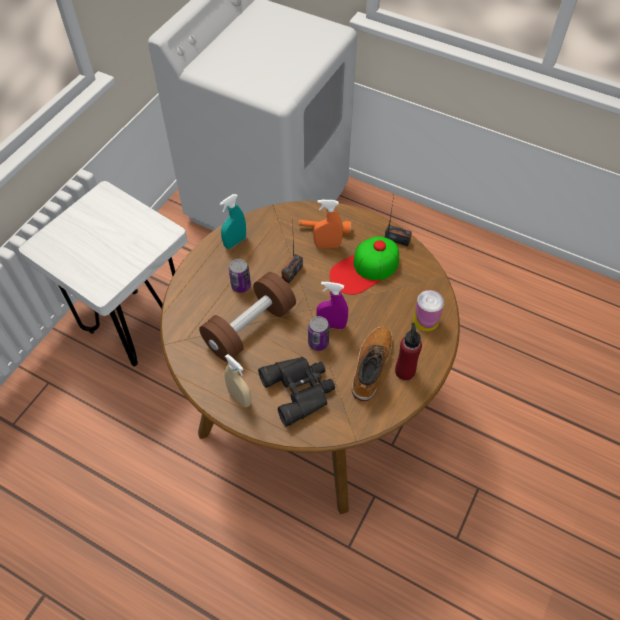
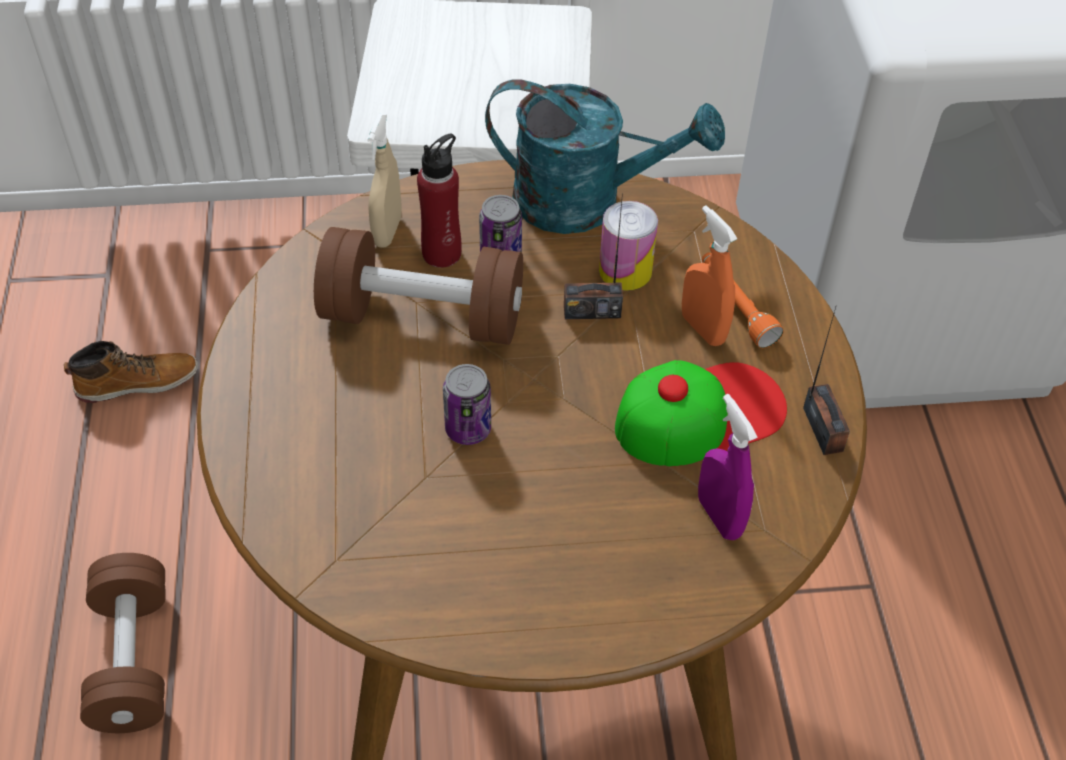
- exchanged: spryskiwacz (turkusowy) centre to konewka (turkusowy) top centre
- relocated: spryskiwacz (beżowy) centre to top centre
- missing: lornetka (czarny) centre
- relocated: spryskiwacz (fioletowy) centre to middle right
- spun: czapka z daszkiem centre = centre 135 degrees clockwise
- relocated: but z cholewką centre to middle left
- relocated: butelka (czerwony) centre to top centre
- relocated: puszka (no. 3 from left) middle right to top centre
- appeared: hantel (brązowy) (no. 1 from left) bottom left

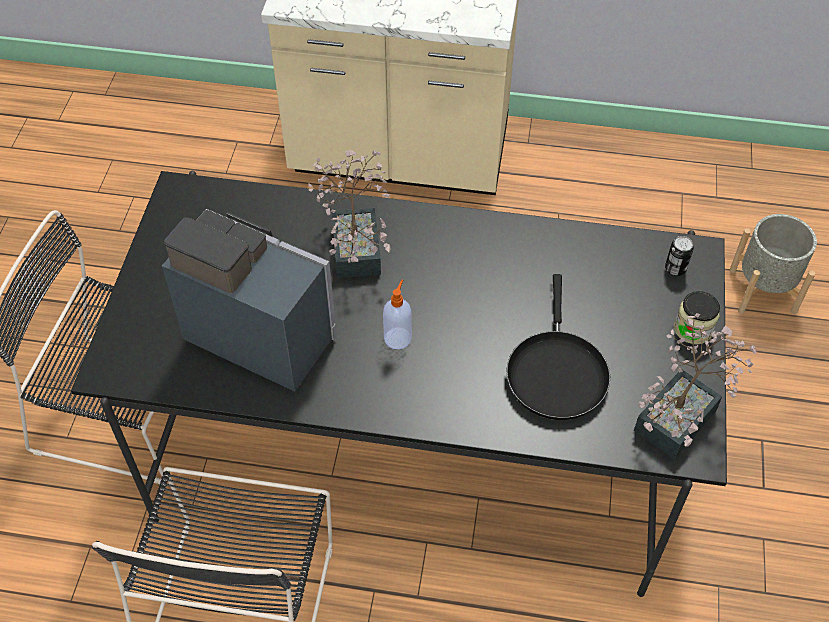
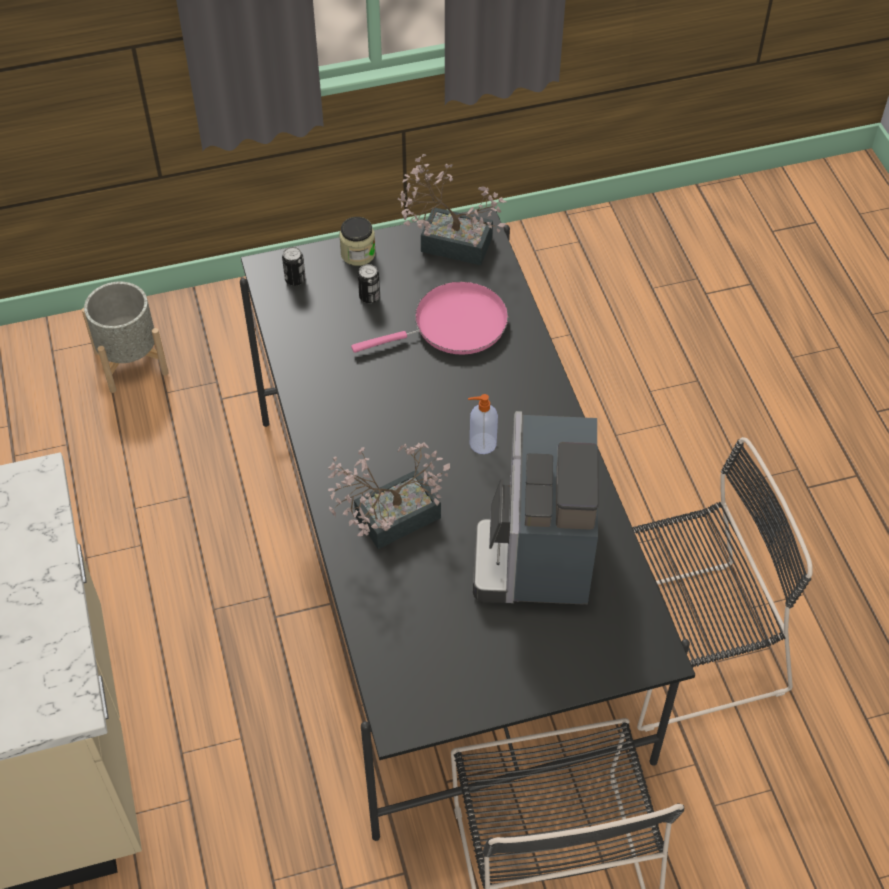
- colour: patelnia (czarny) middle right to patelnia (różowy) centre
- appeared: puszka (no. 2 from left) top centre

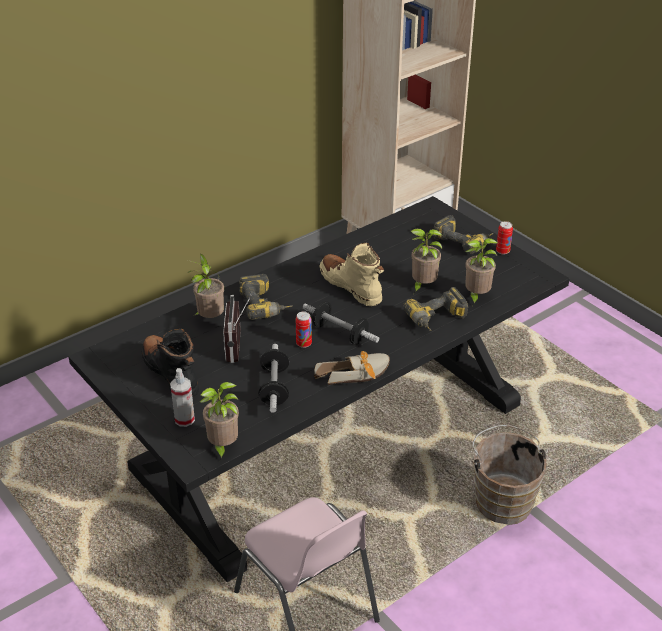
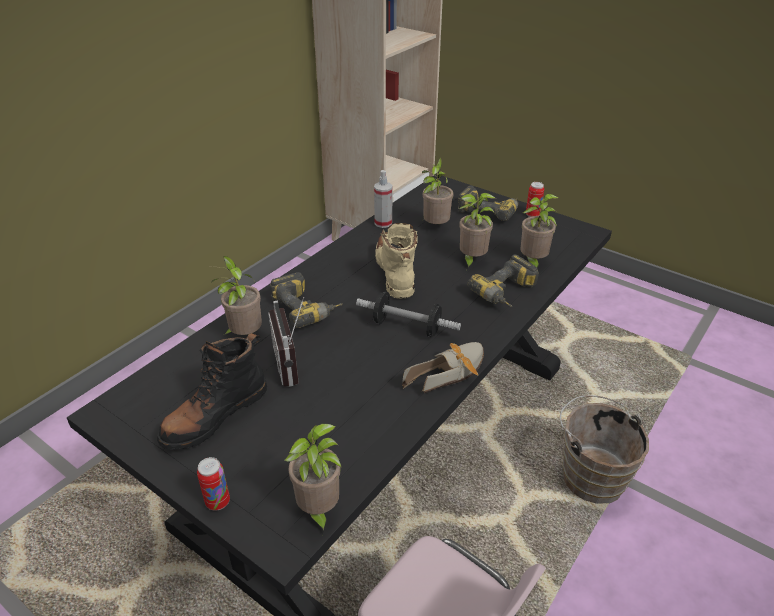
- spun: but z cholewką (czarny) middle left = middle left 90 degrees counterclockwise
- relocated: spryskiwacz middle left to top centre
- missing: hantel (no. 1 from left) centre
- relocated: puszka (no. 1 from left) centre to bottom left
- spun: but z cholewką (beżowy) centre = centre 45 degrees clockwise
- appeared: roślina doniczkowa (no. 3 from left) top centre

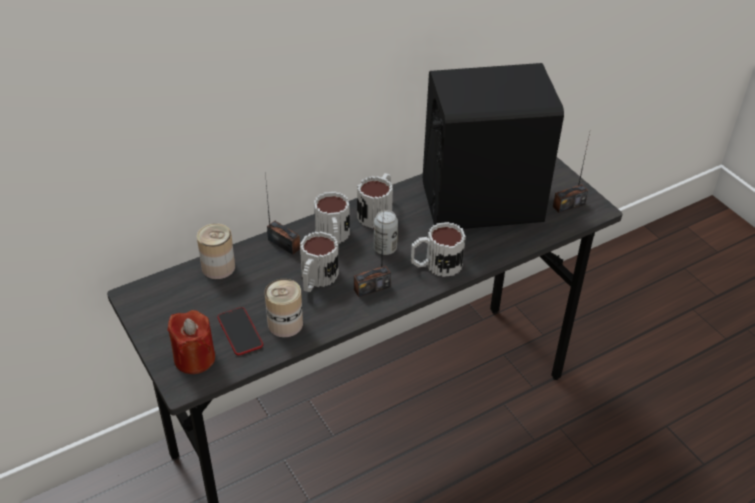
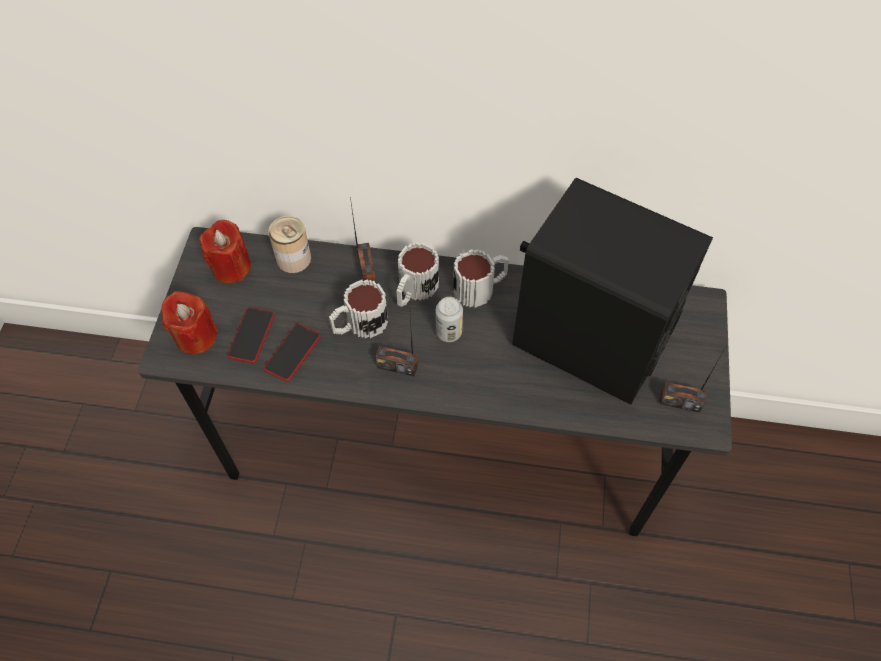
- exchanged: puszka (no. 2 from left) centre to telefon (no. 2 from left) middle left
- missing: kubek (no. 4 from left) centre
- appeared: świeca (czerwony) (no. 2 from left) middle left

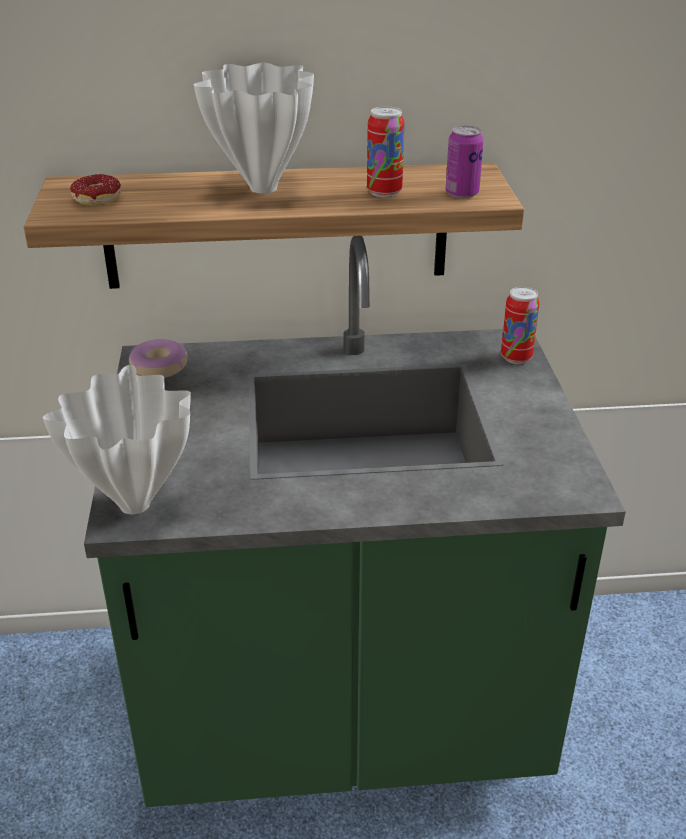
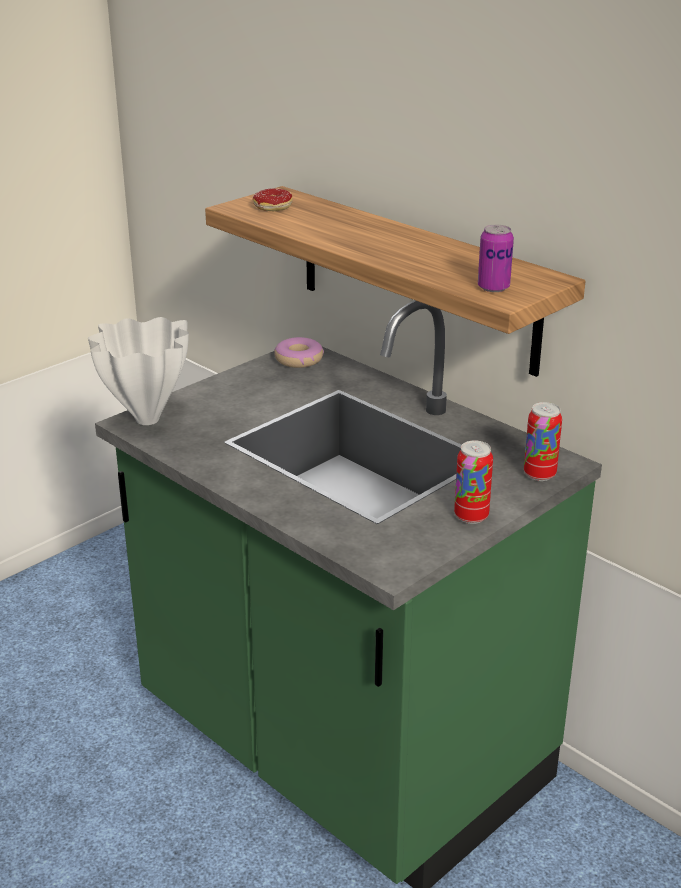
- missing: wazon (biały) (no. 2 from left) top centre
- relocated: puszka (no. 1 from left) top centre to middle right

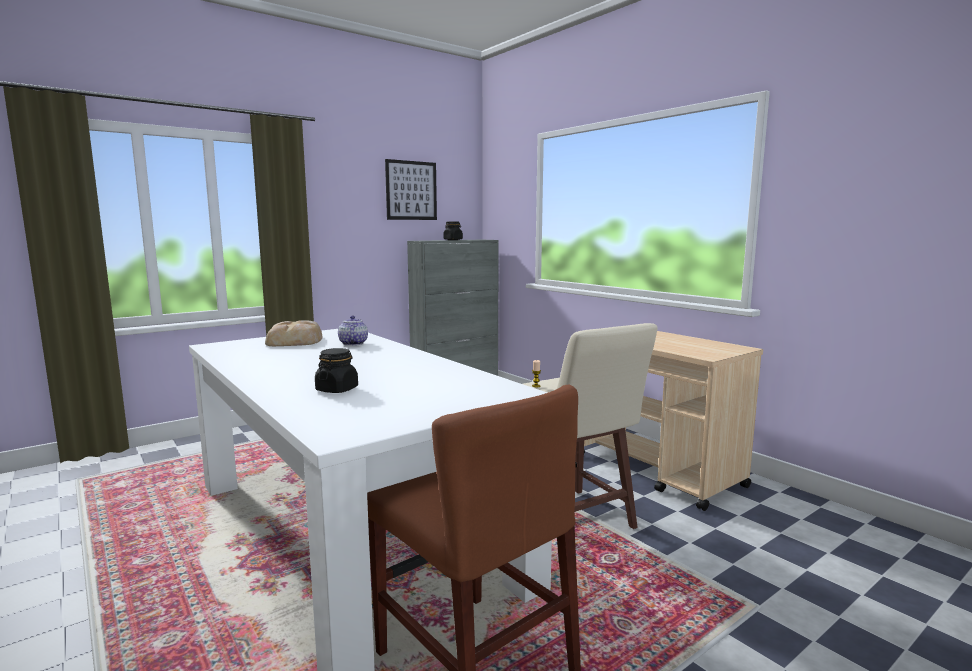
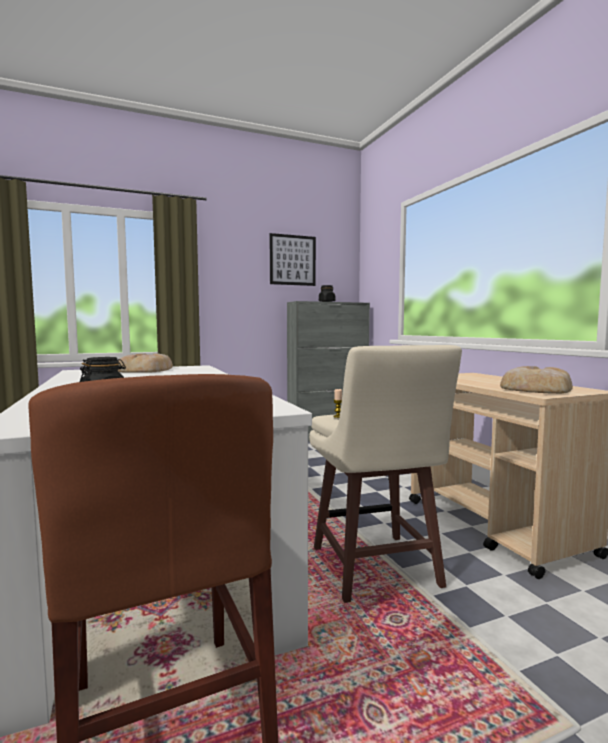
- missing: imbryk centre
- appeared: chleb (no. 2 from left) middle right

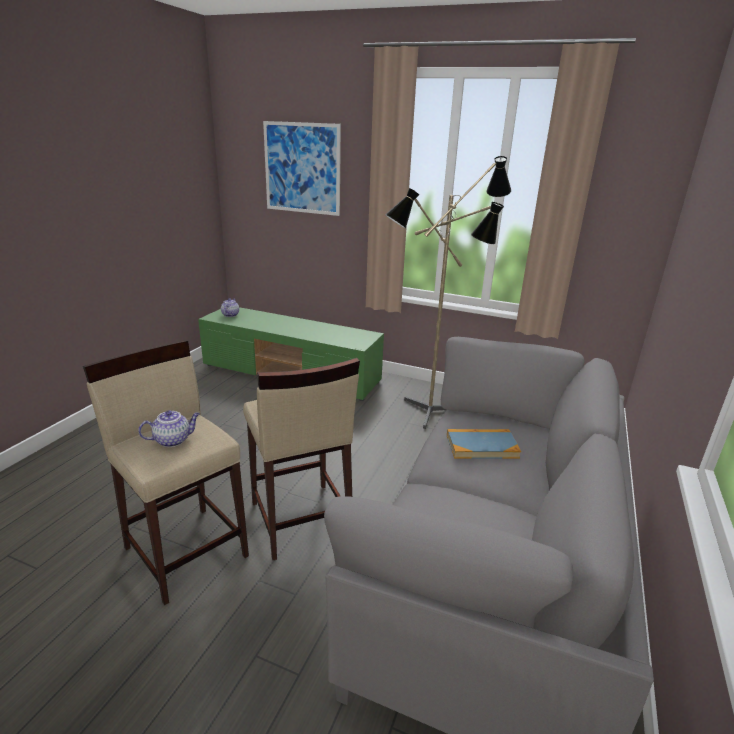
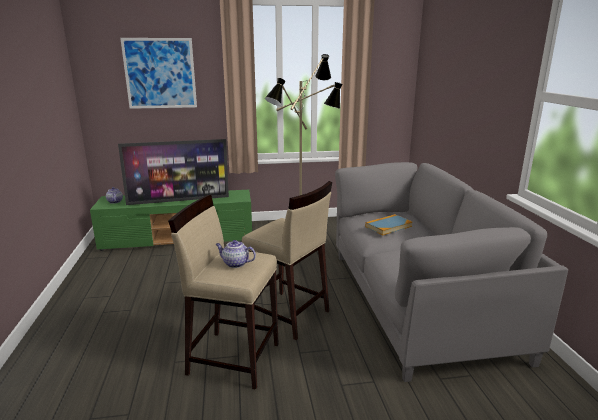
- spun: imbryk (no. 1 from left in the first image) middle left = centre 105 degrees counterclockwise
- appeared: telewizor middle left

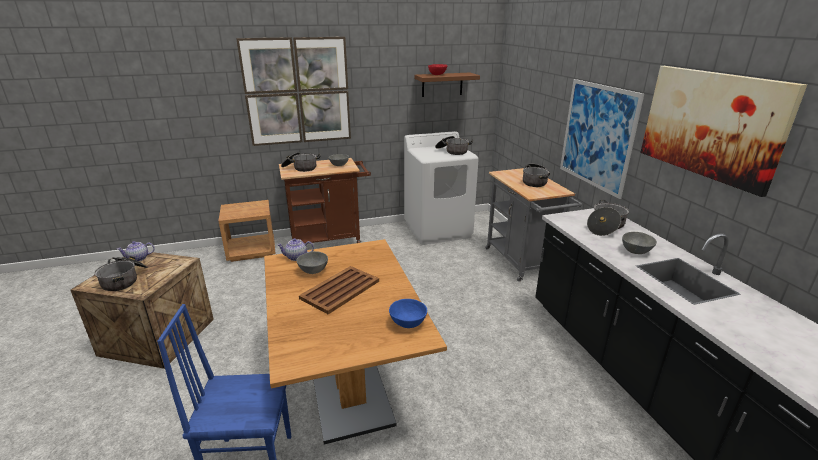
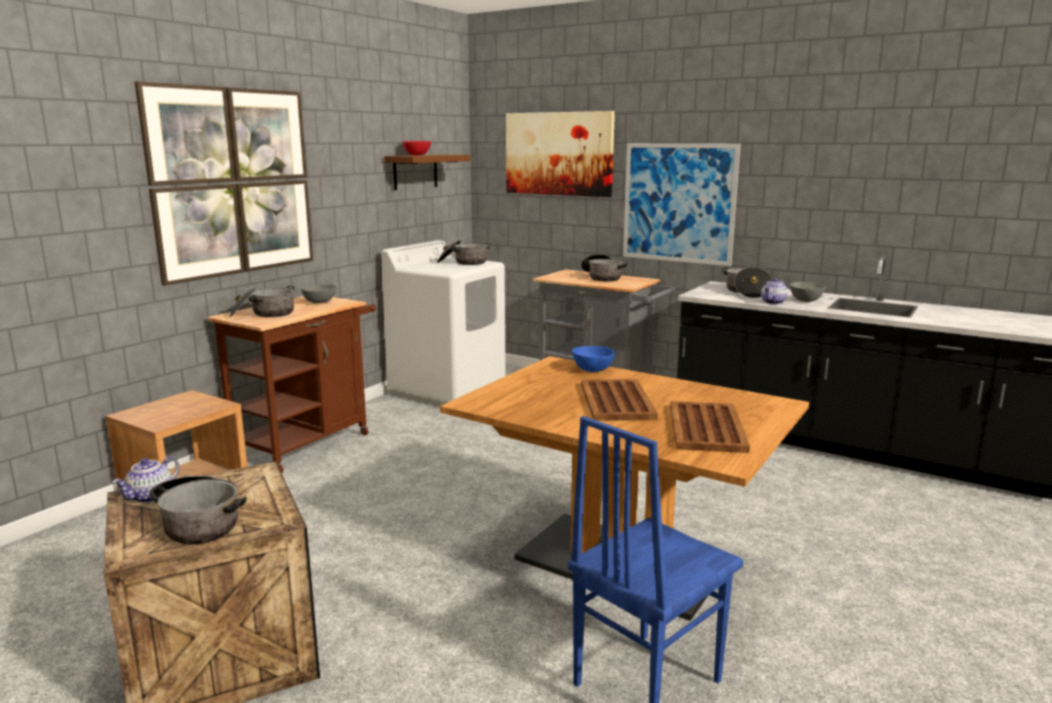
- relocated: imbryk (no. 2 from left) centre to middle right
- missing: miska (szary) (no. 1 from left) centre
- relocated: miska (niebieski) bottom centre to centre
- relocated: obraz (no. 3 from left in the first image) top right to obraz (no. 2 from left) top centre
- appeared: taca (brązowy) (no. 2 from left) middle right

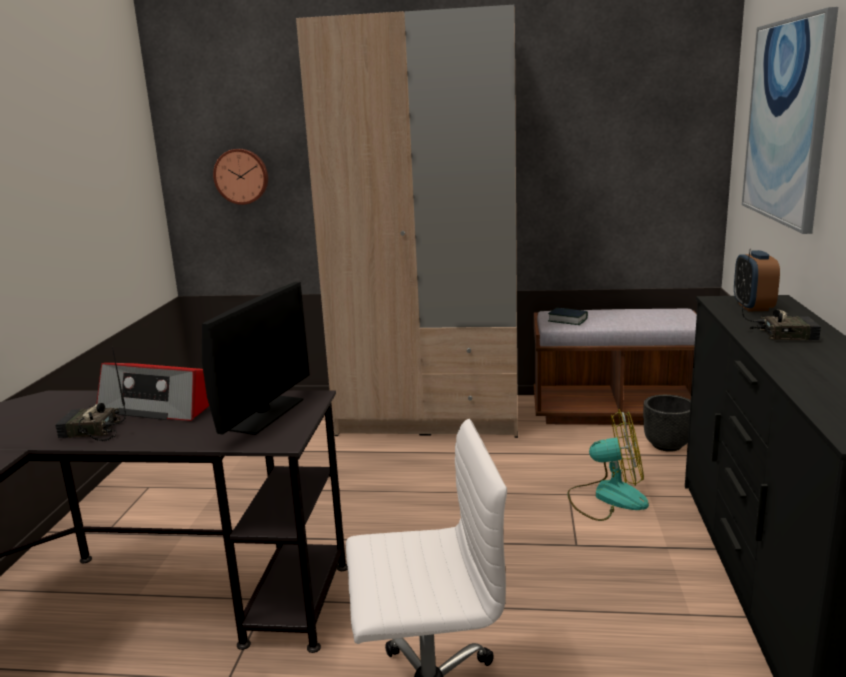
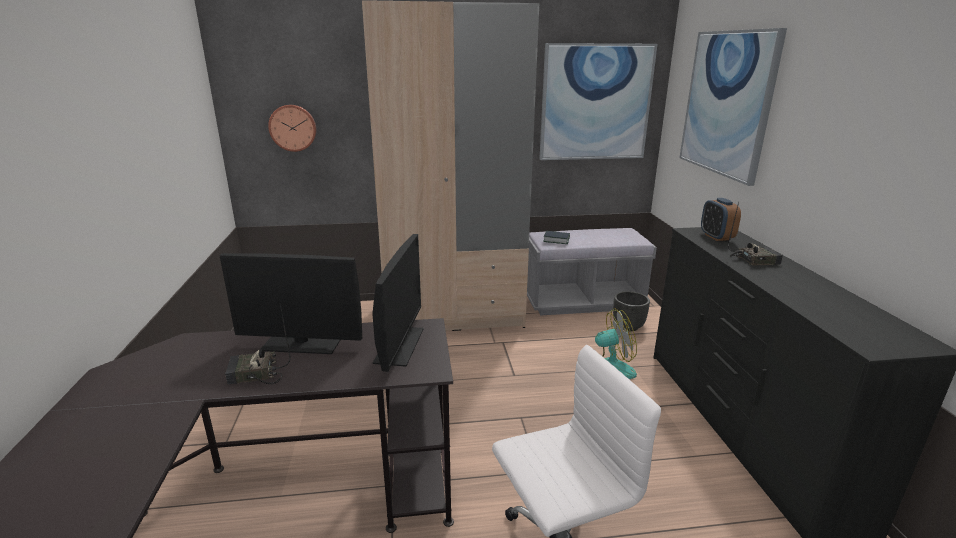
- exchanged: radio (no. 2 from left) middle left to monitor (no. 1 from left) middle left
- colour: ławka (brązowy) middle right to ławka (szary) centre
- appeared: obraz (no. 1 from left) top centre

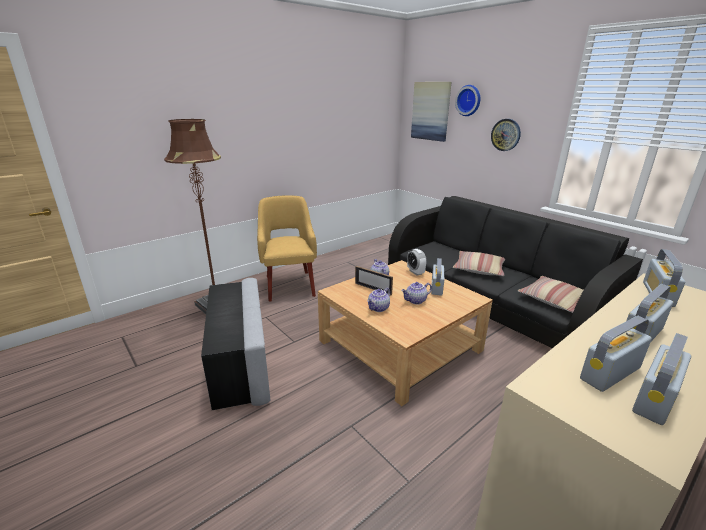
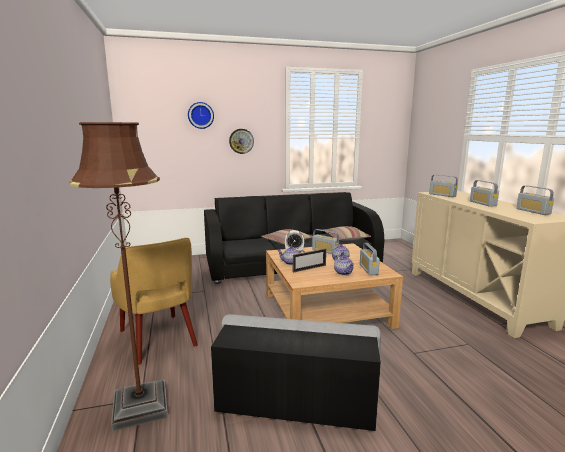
- spun: fotel (żółty) centre = middle left 135 degrees counterclockwise
- missing: obraz top centre
- relocated: radio (no. 2 from left) bottom right to centre

